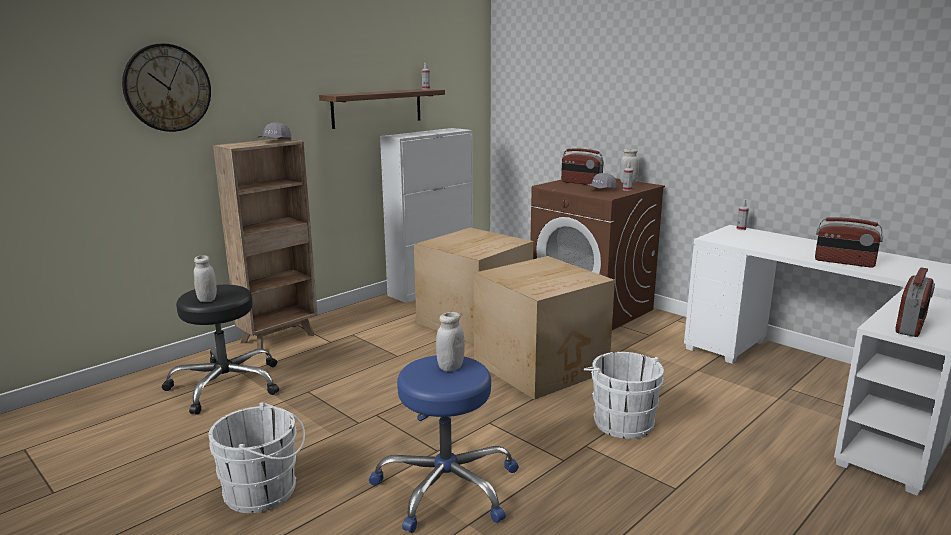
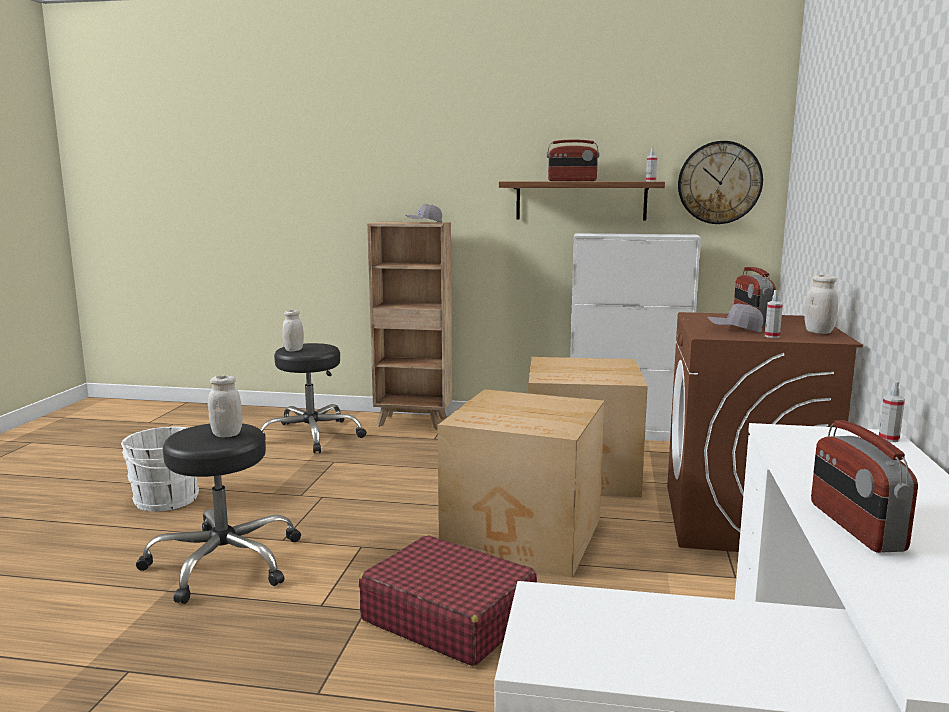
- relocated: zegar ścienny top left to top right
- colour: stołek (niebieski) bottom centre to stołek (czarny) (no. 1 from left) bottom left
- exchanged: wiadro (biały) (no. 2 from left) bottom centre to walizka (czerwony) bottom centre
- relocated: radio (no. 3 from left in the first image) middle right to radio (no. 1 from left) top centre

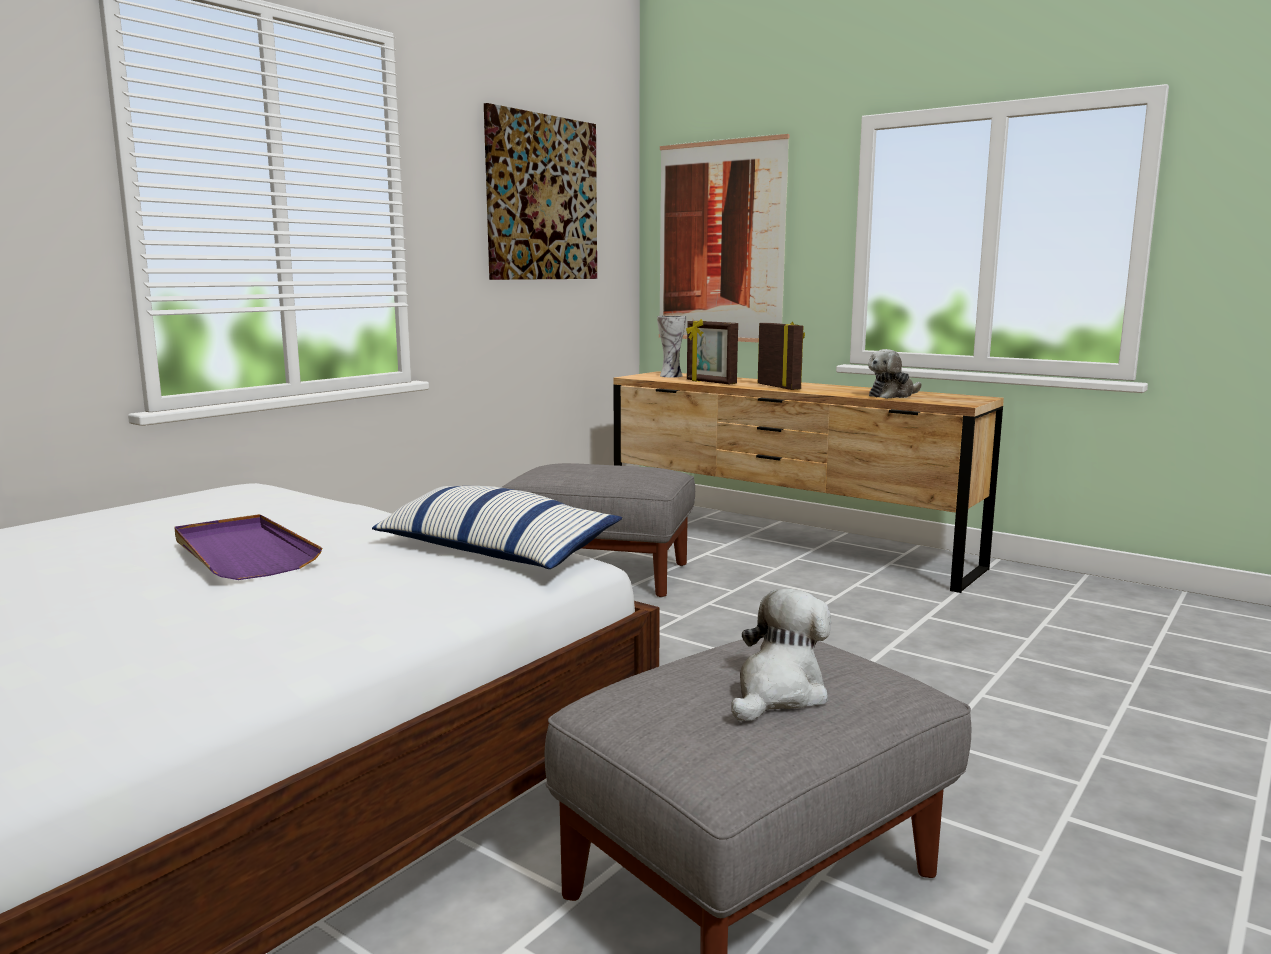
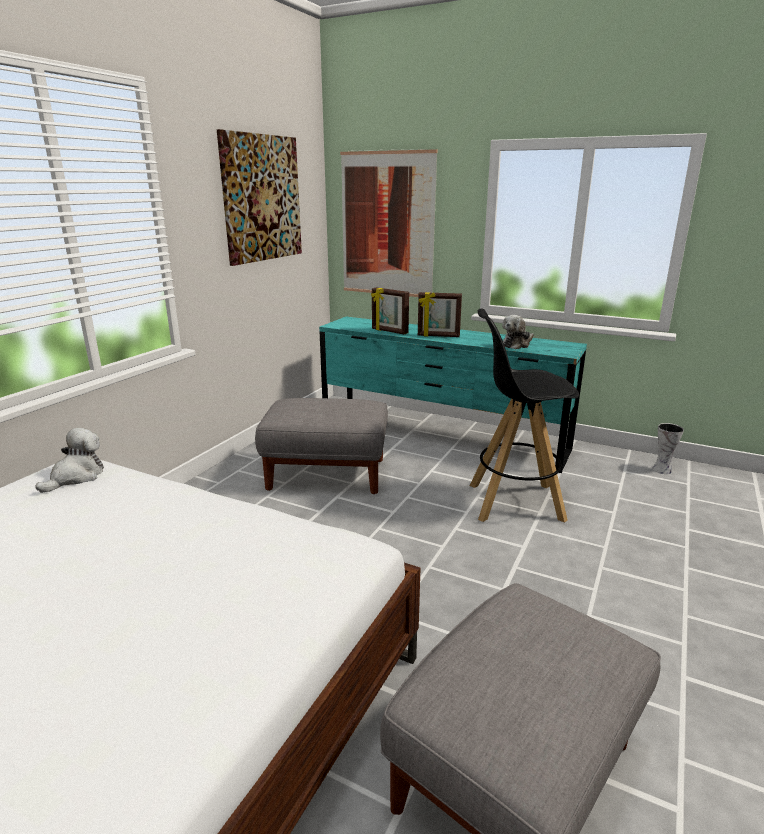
- missing: taca (fioletowy) middle left
- missing: poduszka centre
- colour: komoda (brązowy) centre to komoda (turkusowy) centre
- relocated: wazon centre to middle right
- relocated: pluszak (no. 1 from left) bottom centre to middle left
- spun: ramka na zdjęcie (no. 2 from left) centre = centre 135 degrees clockwise
- appeared: stołek (czarny) middle right

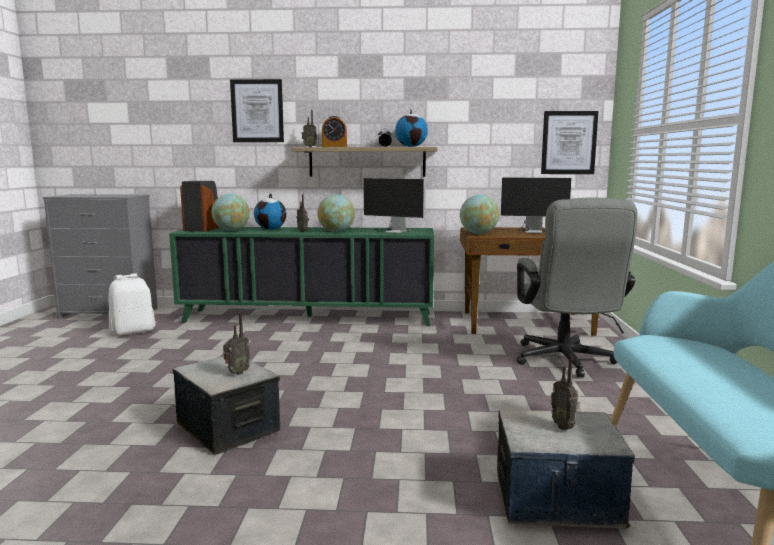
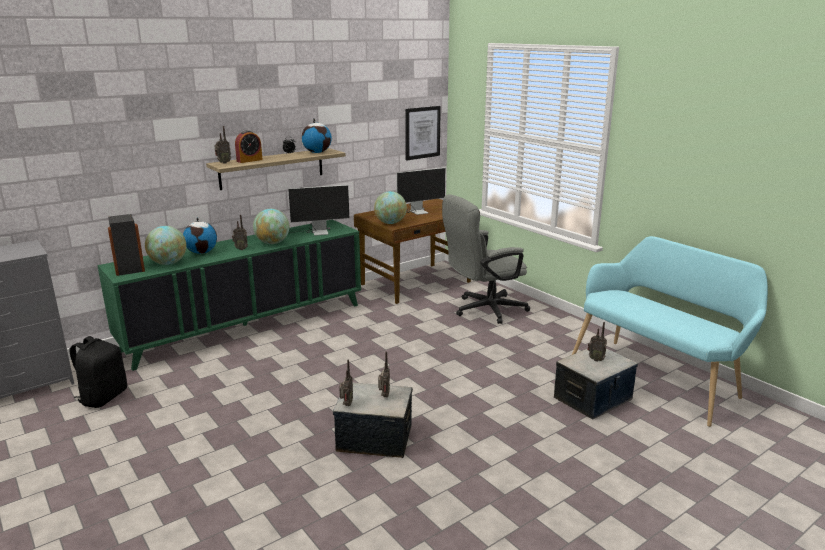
- colour: plecak (biały) middle left to plecak (czarny) bottom left
- missing: obraz (no. 1 from left) top left
- spun: krzesło biurowe (szary) middle right = centre 105 degrees clockwise
- appeared: radio (no. 3 from left) bottom centre

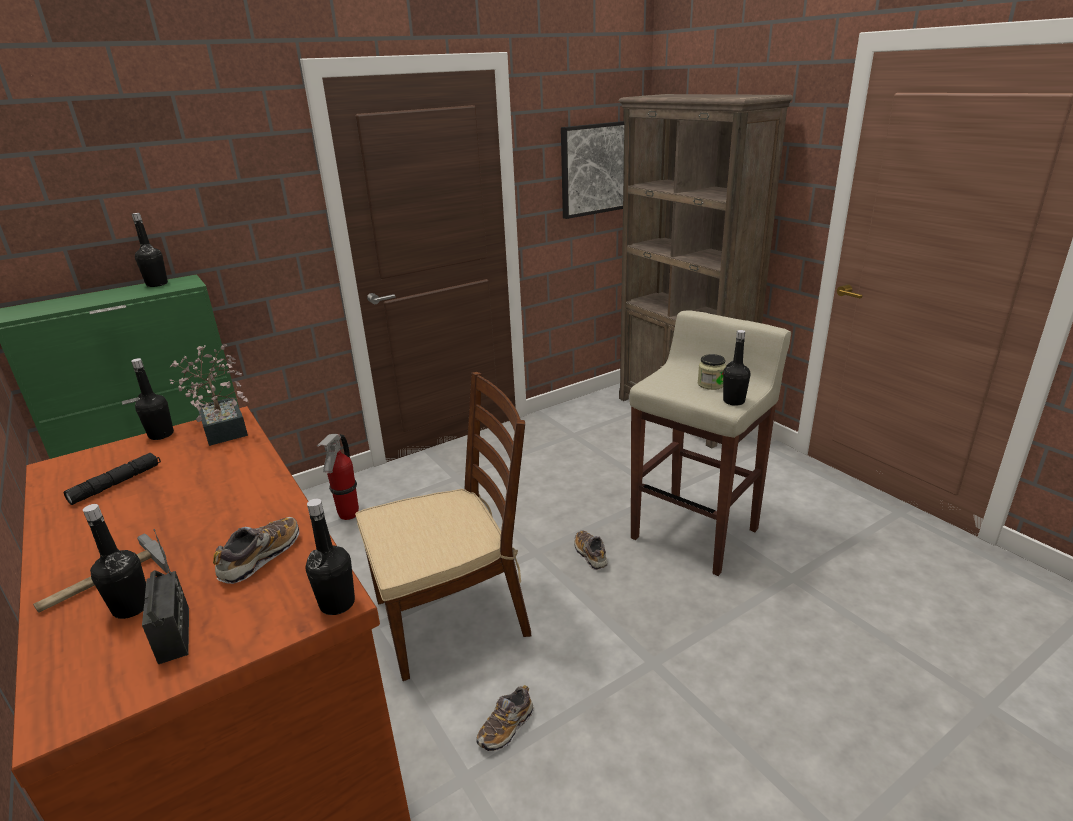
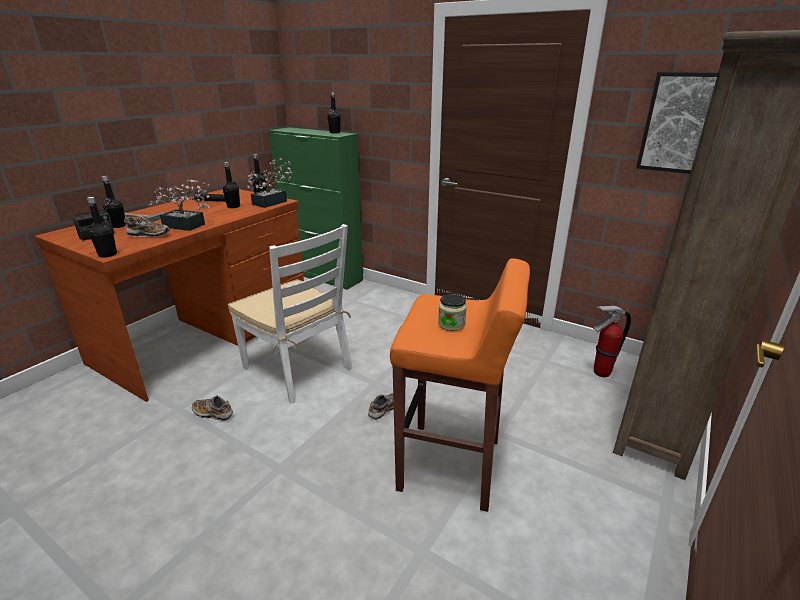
- relocated: gaśnica middle left to middle right
- colour: krzesło (brązowy) centre to krzesło (biały) centre
- colour: stołek (beżowy) centre to stołek (pomarańczowy) centre
- relocated: butelka (czarny) (no. 5 from left in the first image) middle right to butelka (czarny) (no. 3 from left) top left
- appeared: roślina doniczkowa (no. 1 from left) middle left

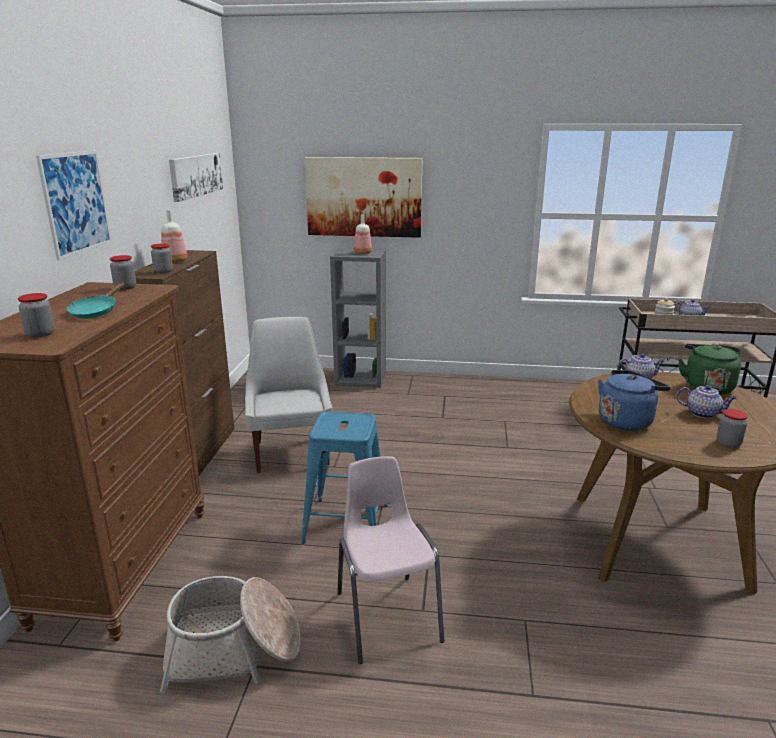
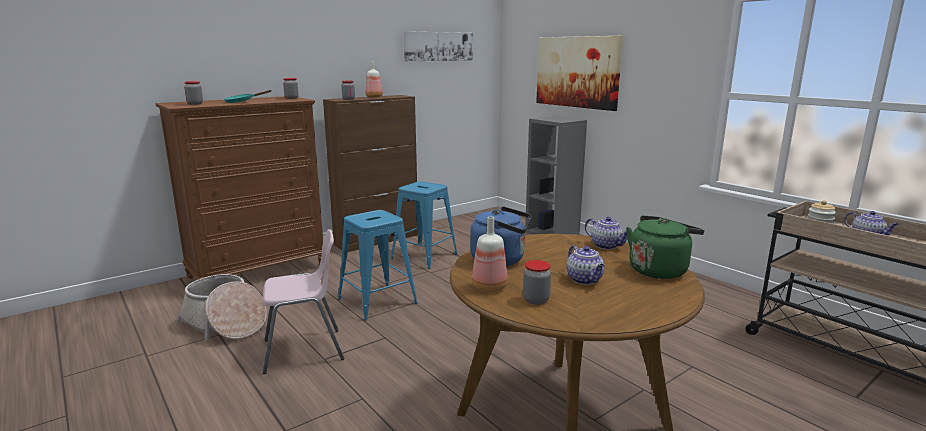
- missing: obraz (no. 1 from left) top left
- exchanged: krzesło (biały) centre to stołek (niebieski) (no. 2 from left) centre
- spun: krzesło (różowy) bottom centre = bottom left 45 degrees clockwise
- relocated: butelka (no. 2 from left) top centre to centre

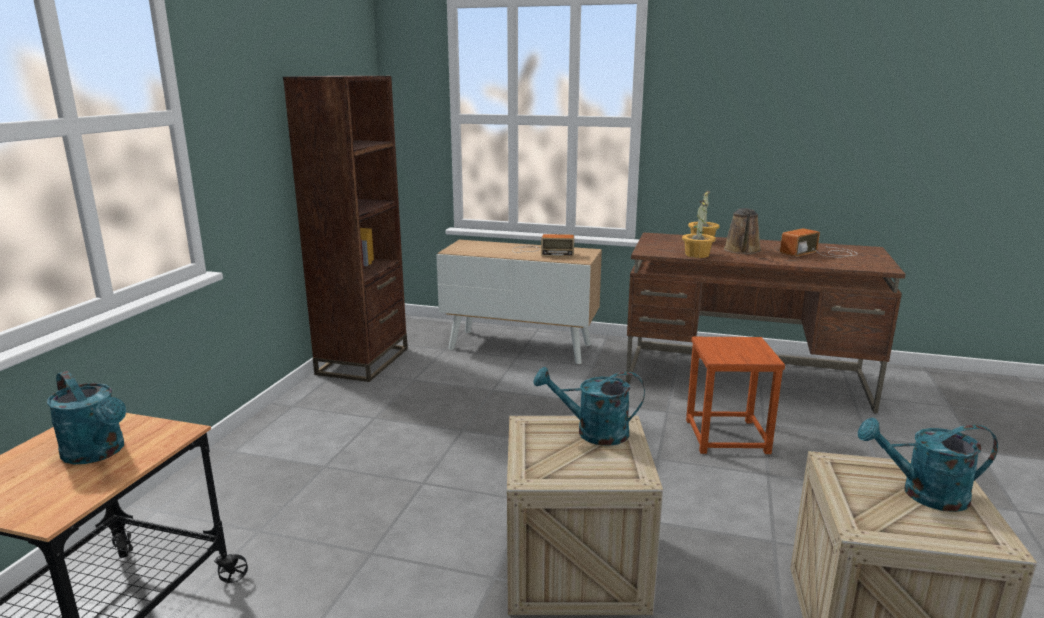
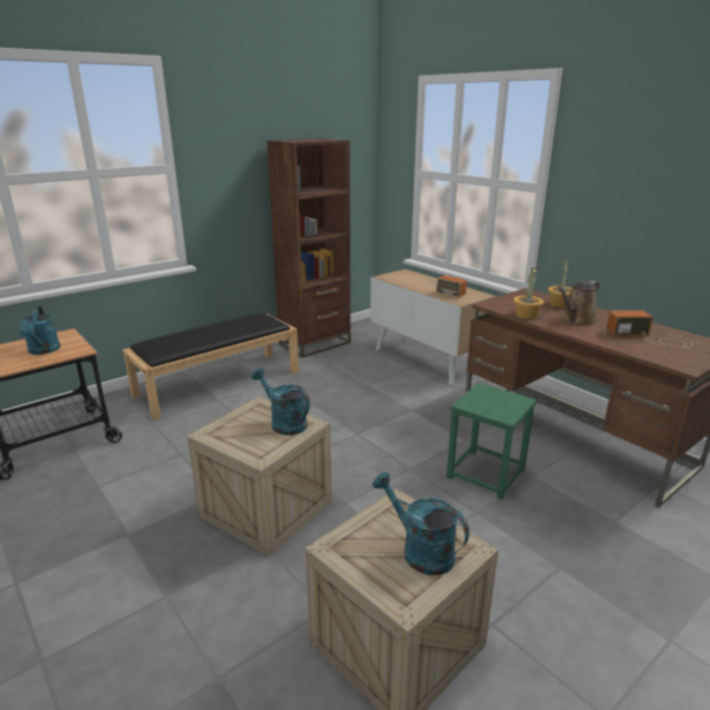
- colour: stołek (brązowy) middle right to stołek (zielony) middle right
- appeared: ławka (czarny) middle left

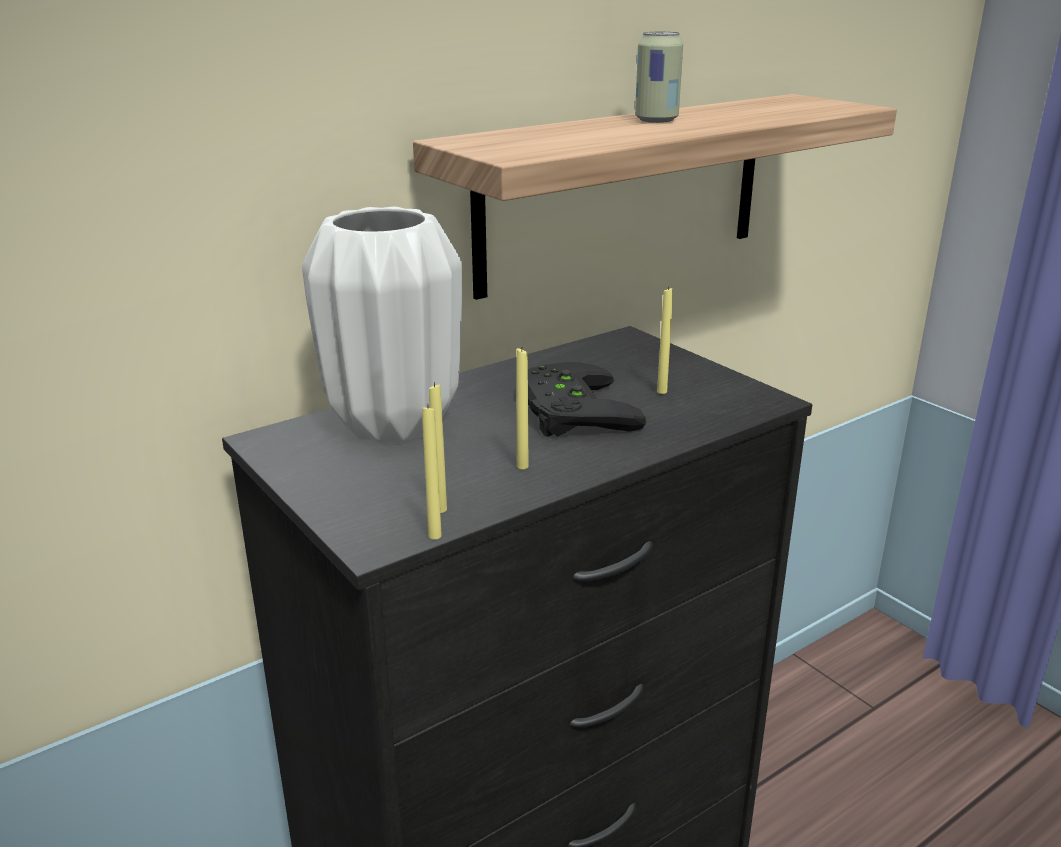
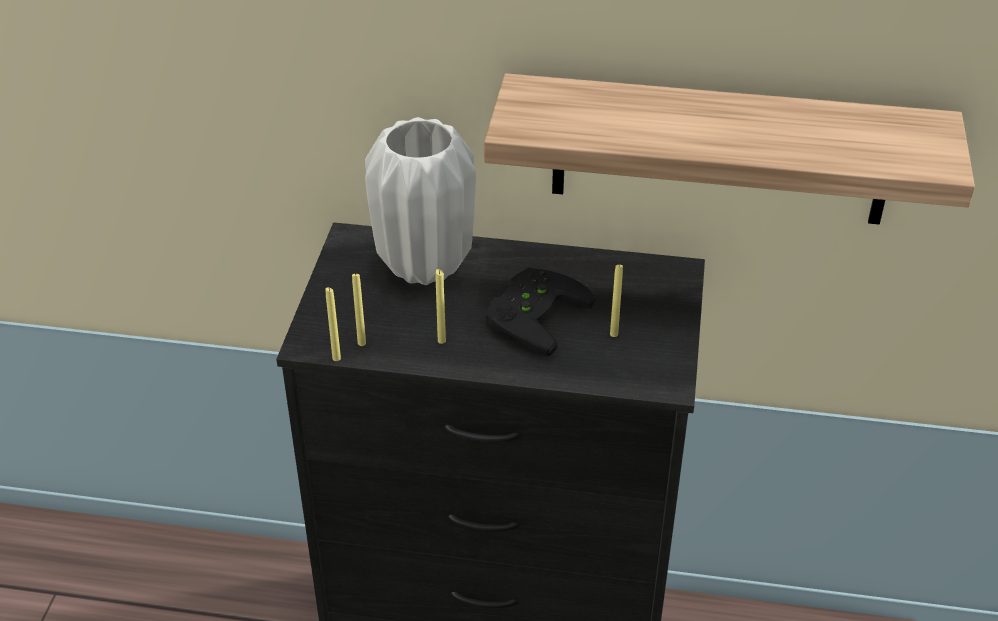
- missing: puszka top centre

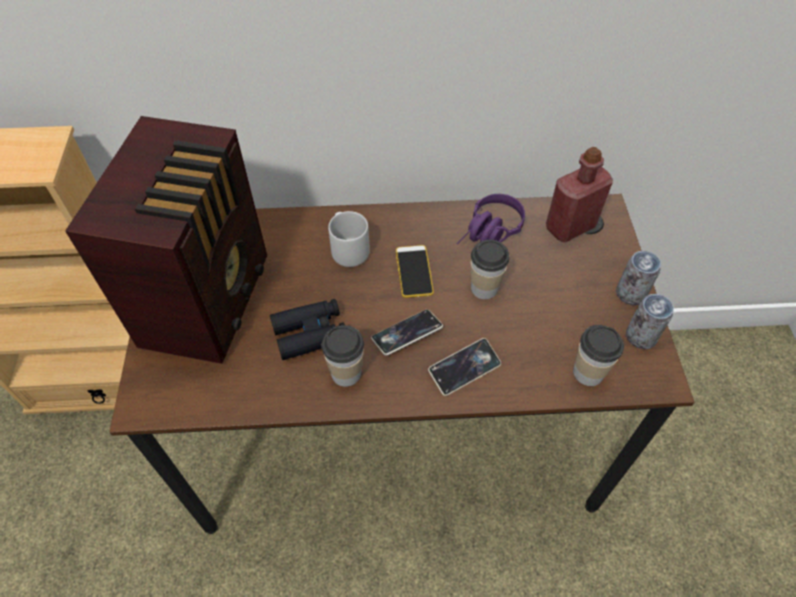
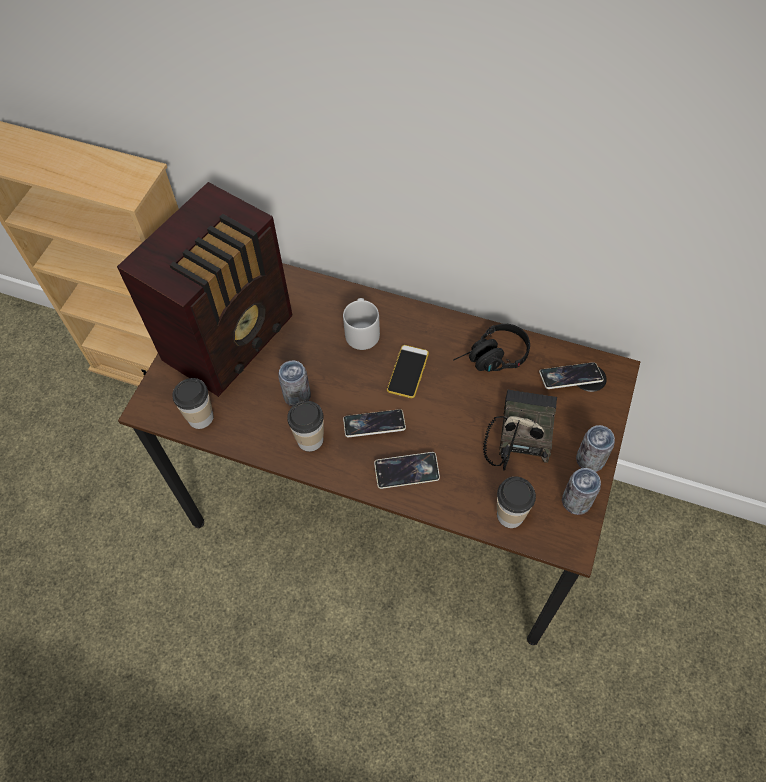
- exchanged: lornetka (czarny) centre to puszka (no. 1 from left) centre
- colour: słuchawki (fioletowy) centre to słuchawki (czarny) centre
- relocated: filiżanka (no. 2 from left in the first image) centre to filiżanka (no. 1 from left) middle left
- exchanged: butelka (czerwony) top right to telefon (no. 4 from left) middle right
- appeared: radio (no. 2 from left) middle right

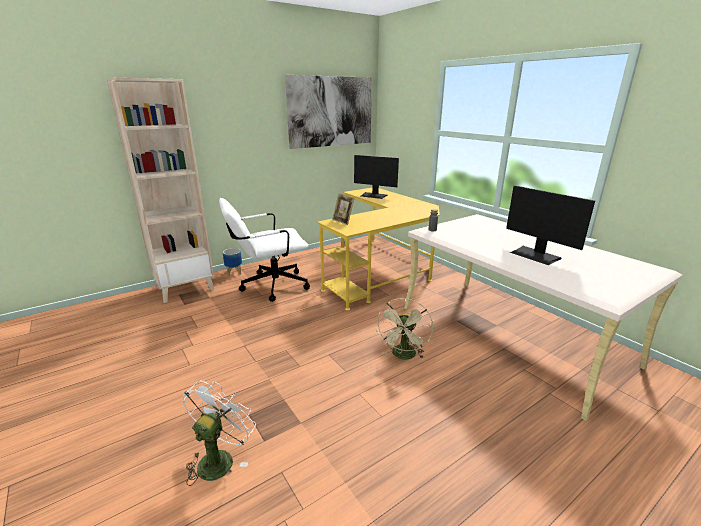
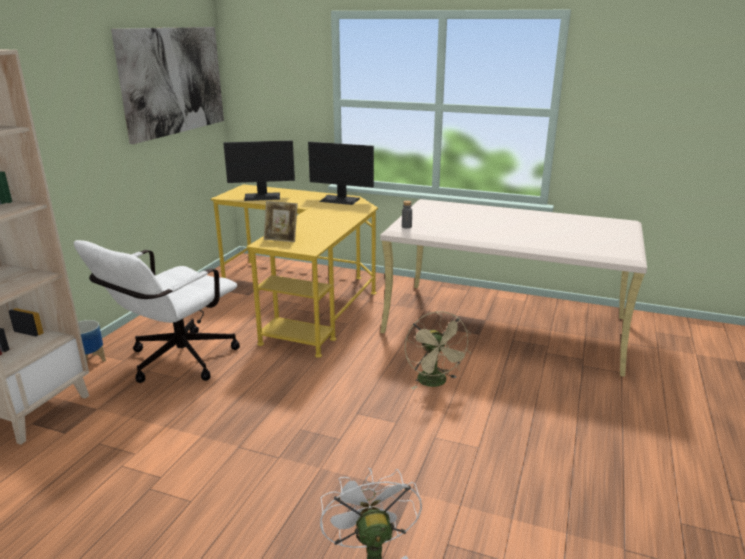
- relocated: monitor (no. 2 from left) middle right to top centre

